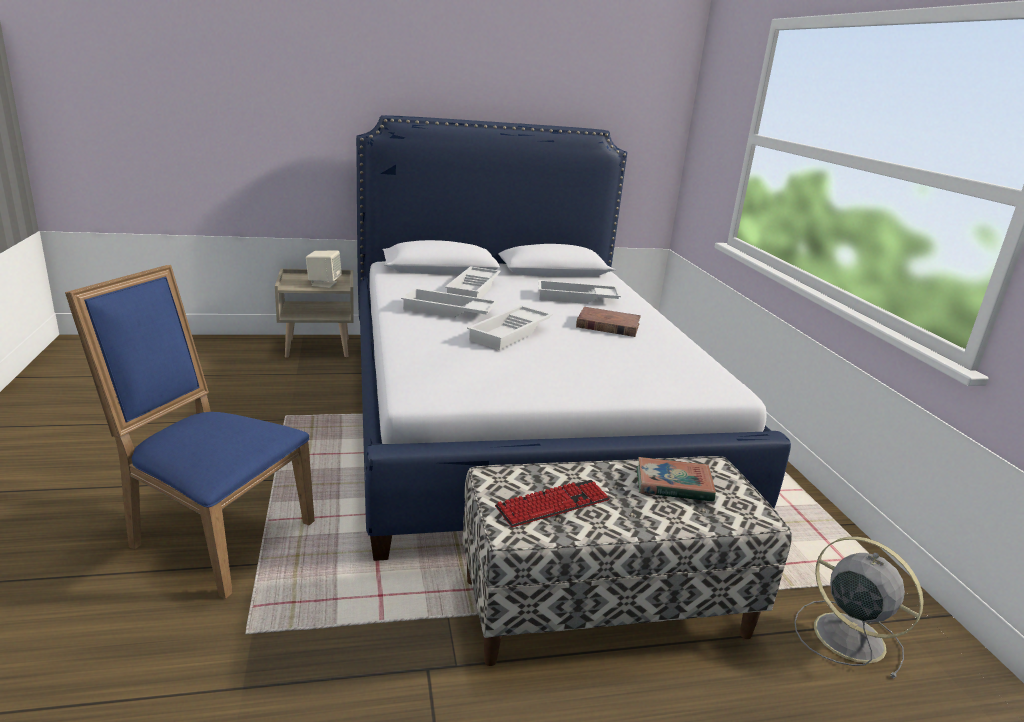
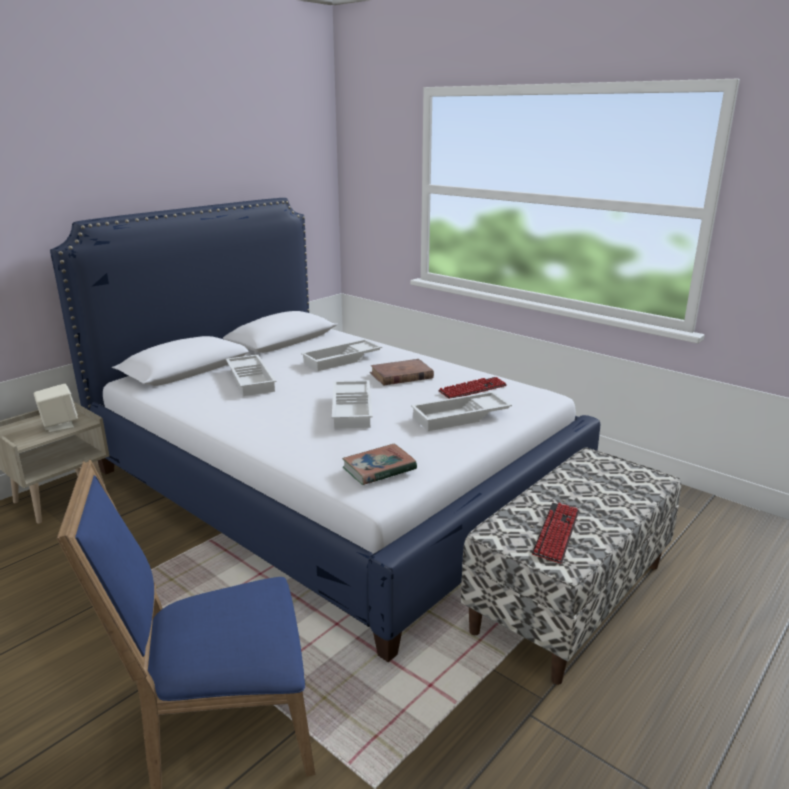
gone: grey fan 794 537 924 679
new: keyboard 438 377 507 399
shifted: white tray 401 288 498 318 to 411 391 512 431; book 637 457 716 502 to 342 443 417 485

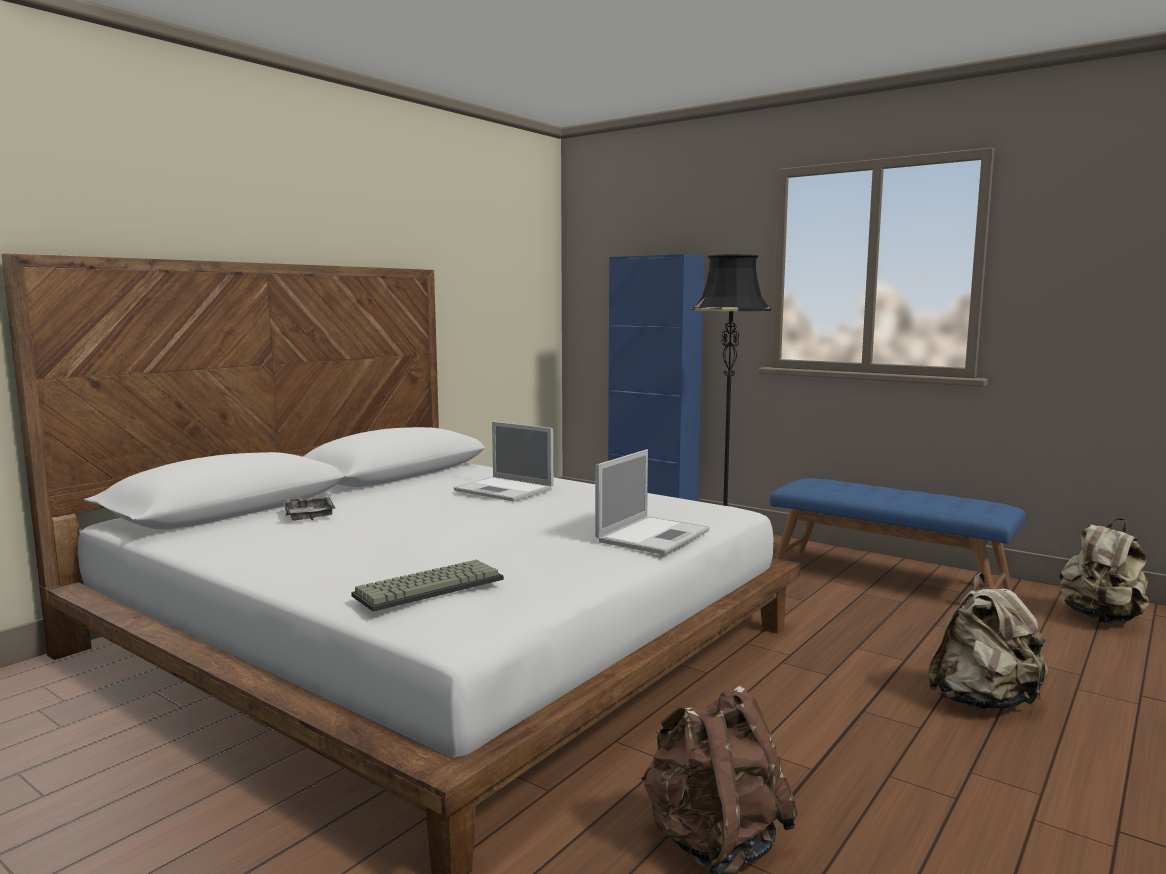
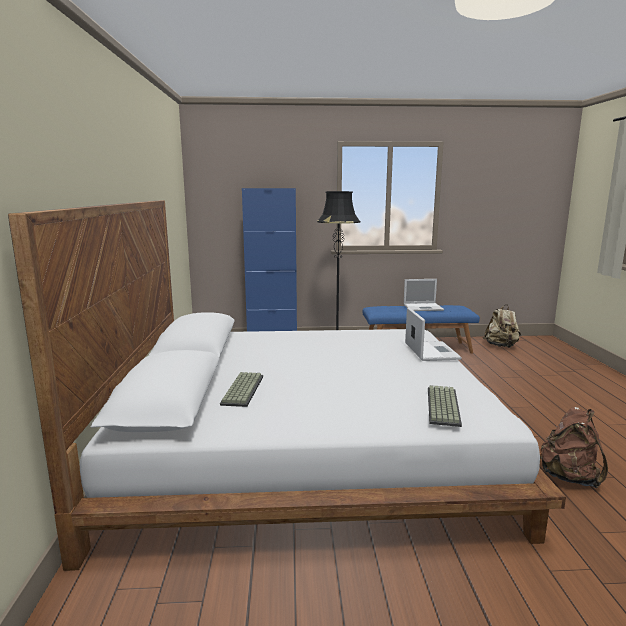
gone: beige backpack 927 573 1048 710
shifted: laptop 454 421 553 502 to 404 279 444 311
swapped: grey tray 283 497 336 521 to keyboard 220 372 263 407

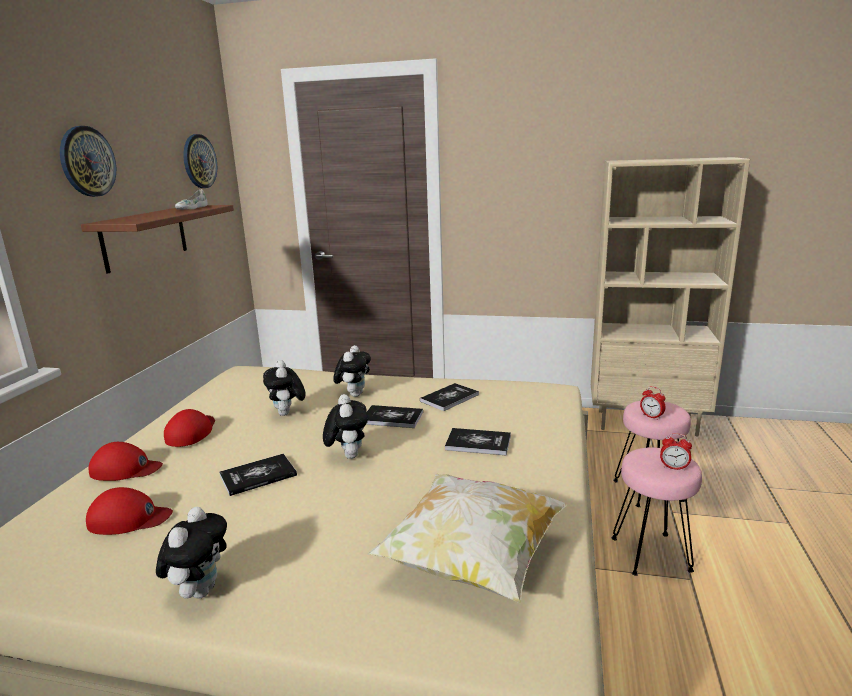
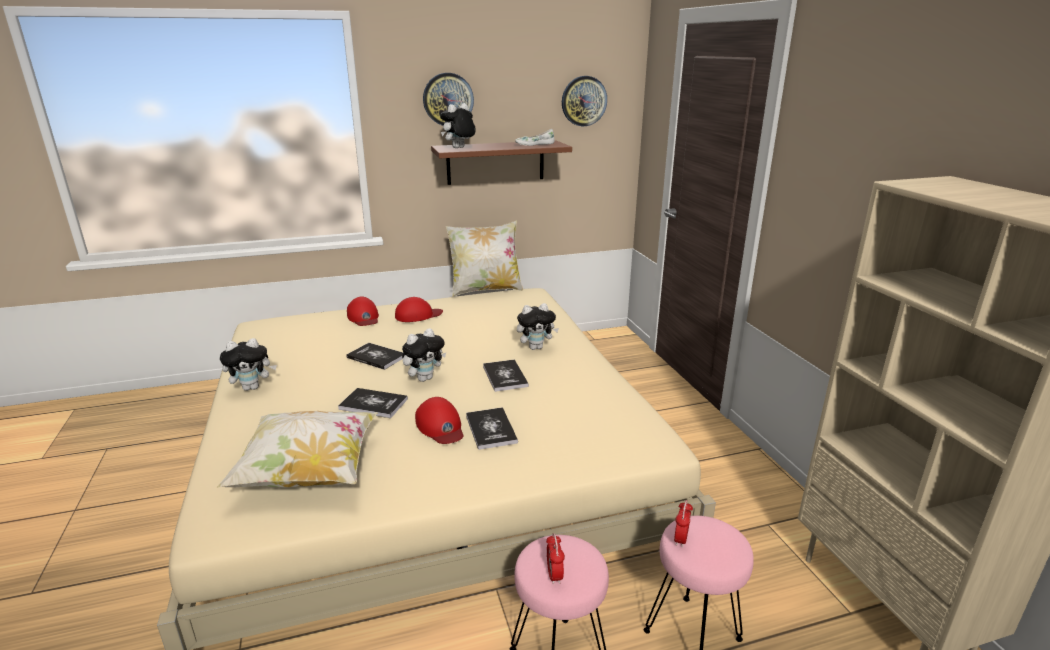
new: pillow 446 221 523 297
shifted: red cap 86 487 173 535 to 415 397 463 444; plush toy 263 360 306 416 to 440 103 476 148; book 420 383 479 411 to 338 388 408 418

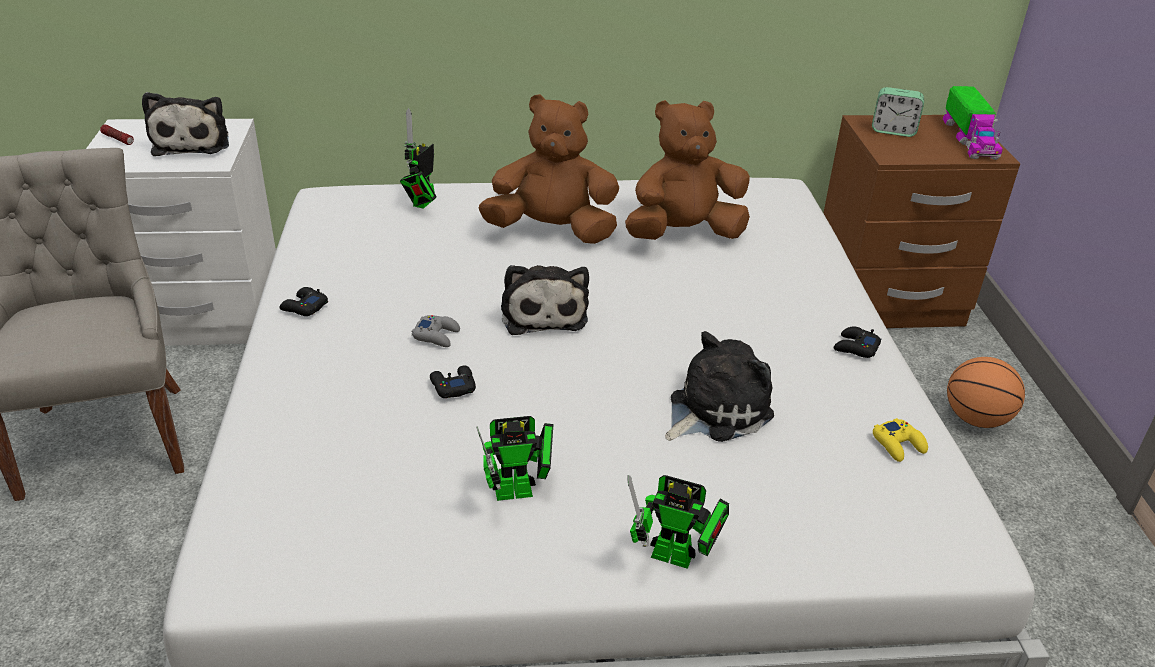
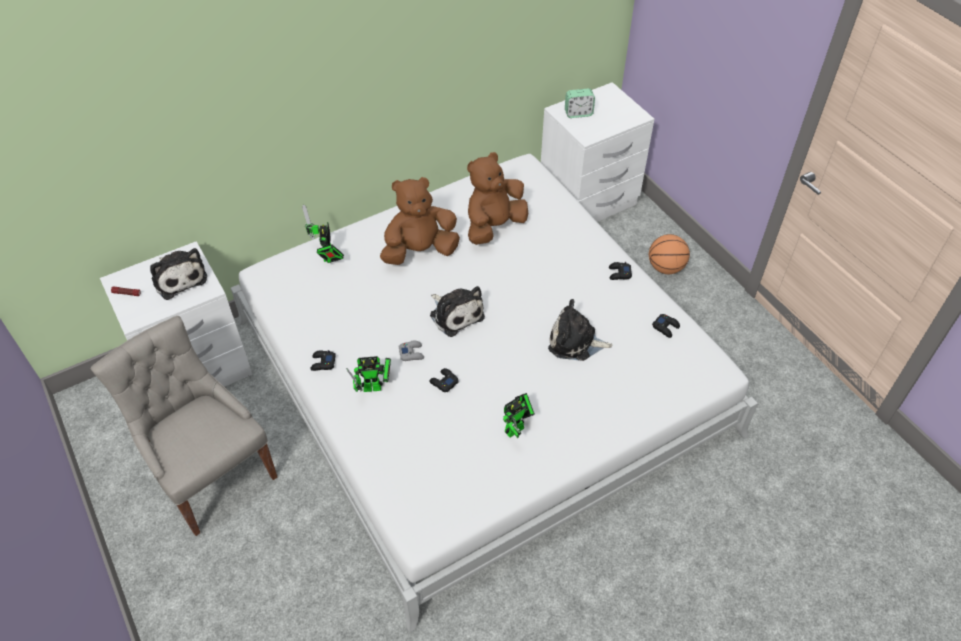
gone: toy truck 943 86 1003 160
shifted: toy robot 627 475 729 569 to 346 356 391 392
repainted: brown nightstand 823 115 1020 328 to white nightstand 541 82 654 222; yellow game controller 873 418 928 462 to black game controller 652 314 680 338
rotated: plush toy 665 331 774 442 = 548 299 613 361 105 degrees counterclockwise

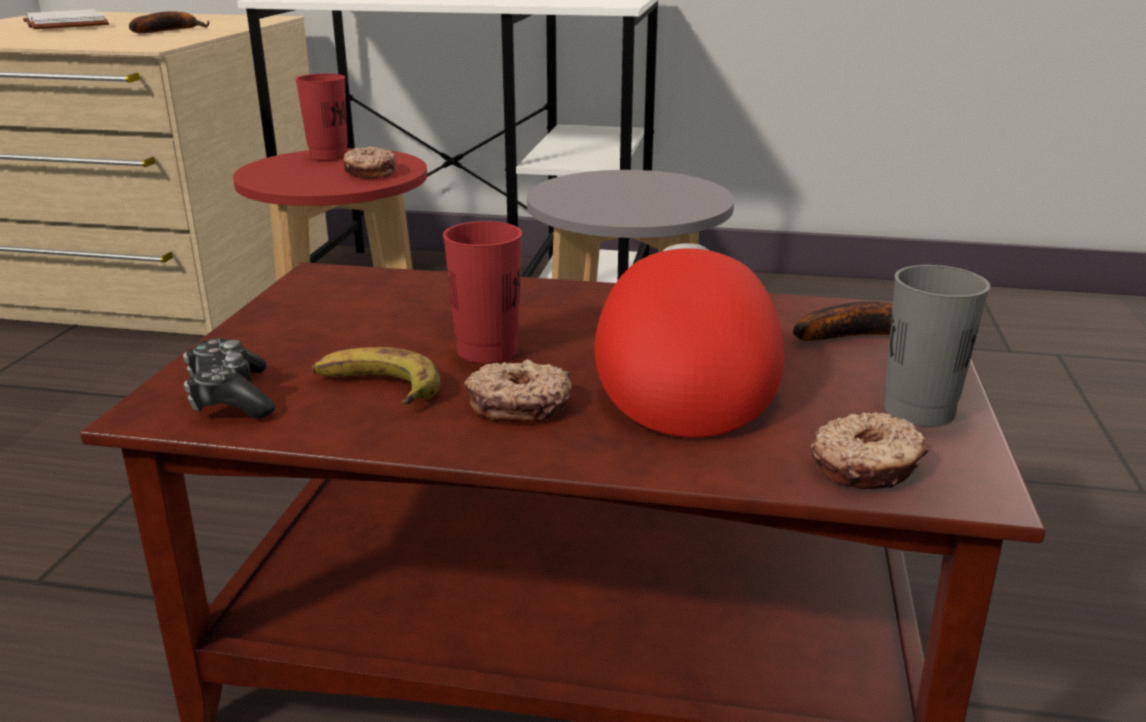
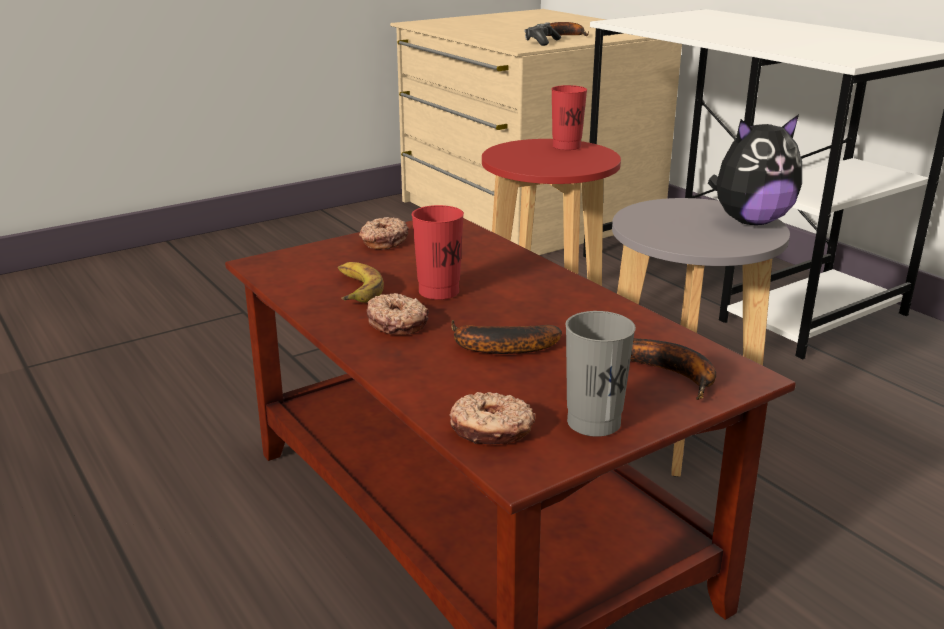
gone: white book 23 9 109 29
new: plush toy 708 114 802 225
shifted: game controller 183 338 275 419 to 525 22 561 46; donut 343 146 396 179 to 359 217 409 250
swapped: red cap 595 243 784 438 to banana 451 320 562 354

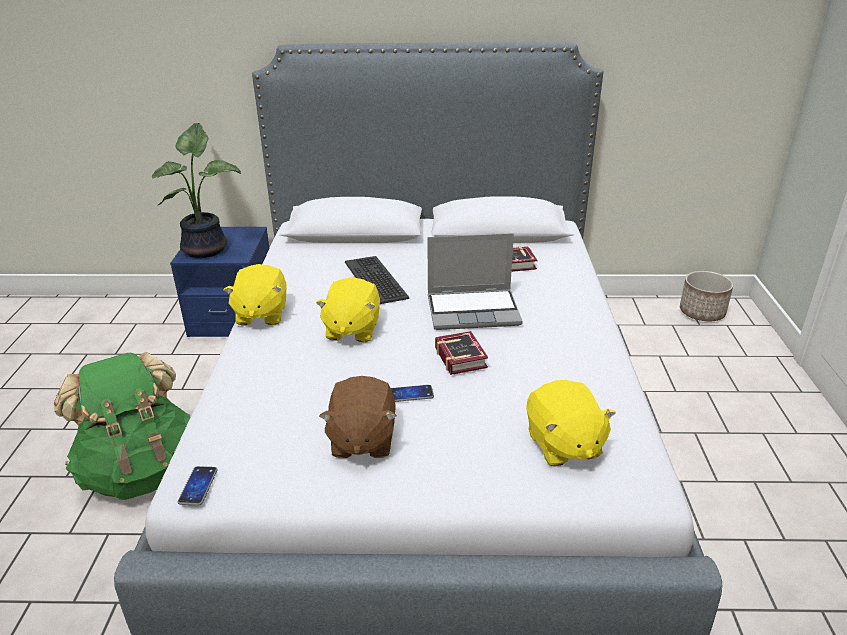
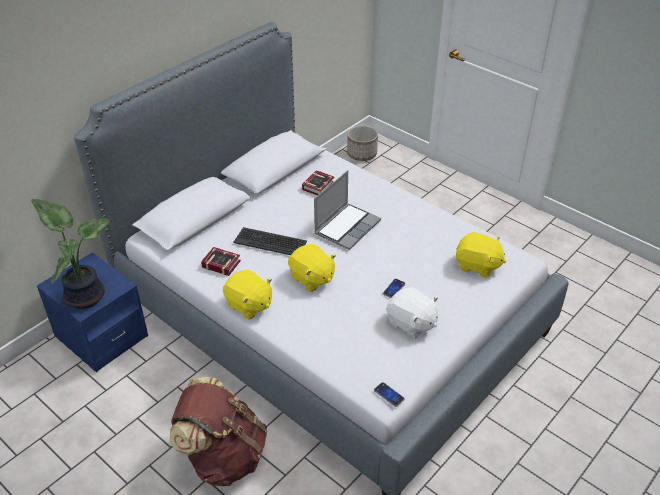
shifted: book 435 331 488 375 to 201 247 241 276
repainted: green backpack 53 352 190 500 to brown backpack 170 377 267 486; brown plush toy 319 376 396 458 to white plush toy 387 287 438 338

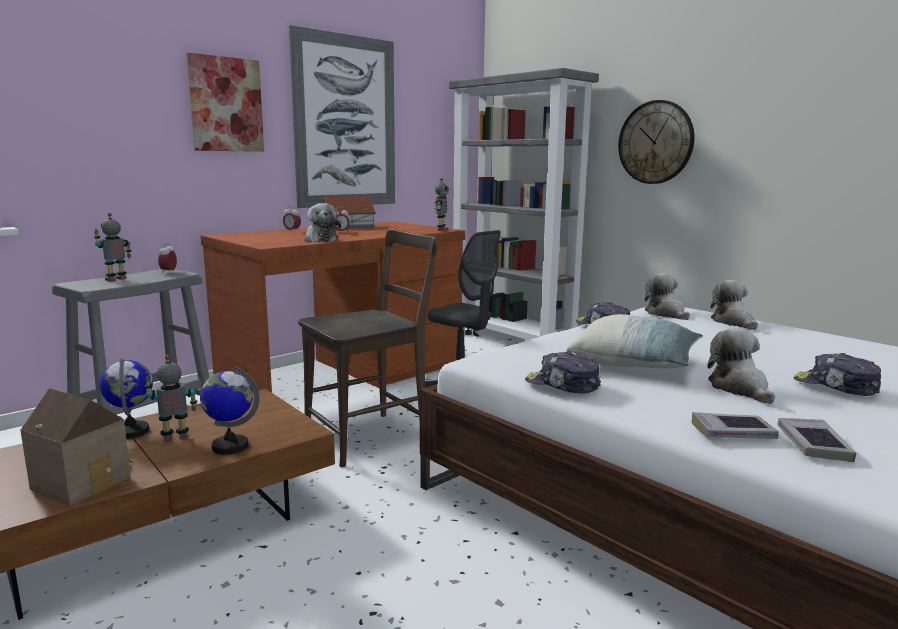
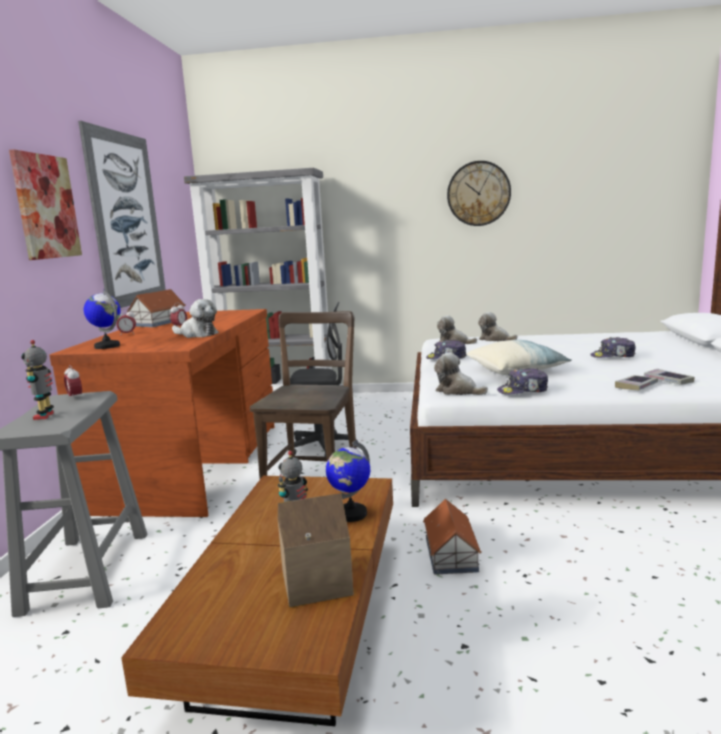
gone: toy robot 434 178 449 231
new: toy house 423 499 482 575
shifted: globe 100 358 153 439 to 84 289 120 349; wall clock 618 100 694 184 to 447 161 511 226; plush toy 707 328 775 404 to 434 353 488 395

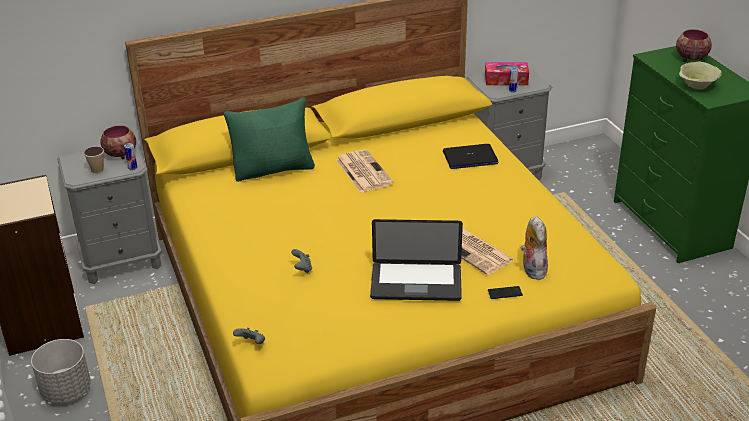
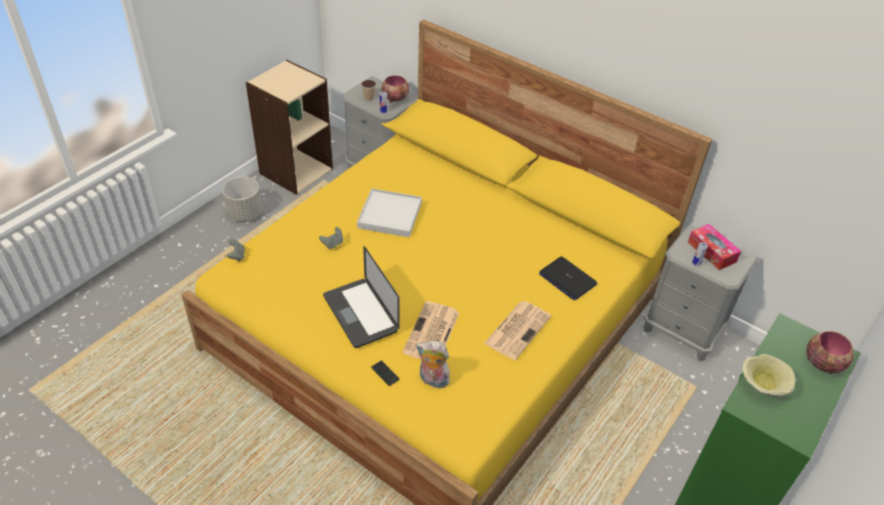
gone: green pillow 223 97 315 182
new: white tray 357 188 422 237
shifted: newspaper 336 149 394 193 to 484 301 551 360
rotated: plush toy 521 216 548 280 = 416 340 452 388 120 degrees counterclockwise

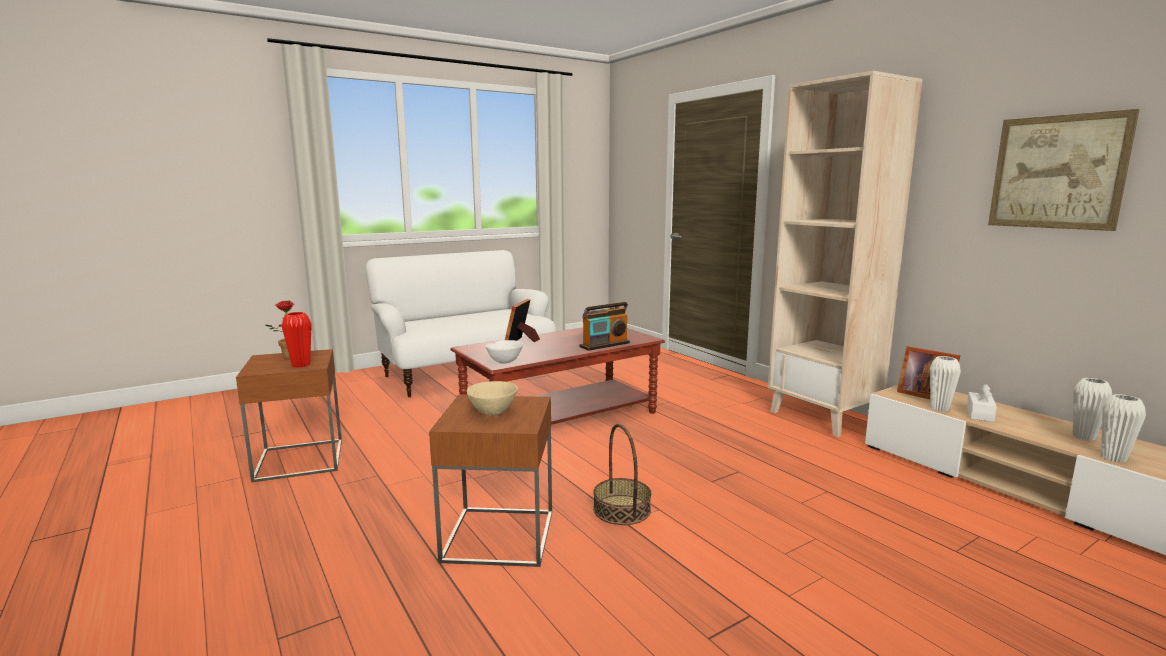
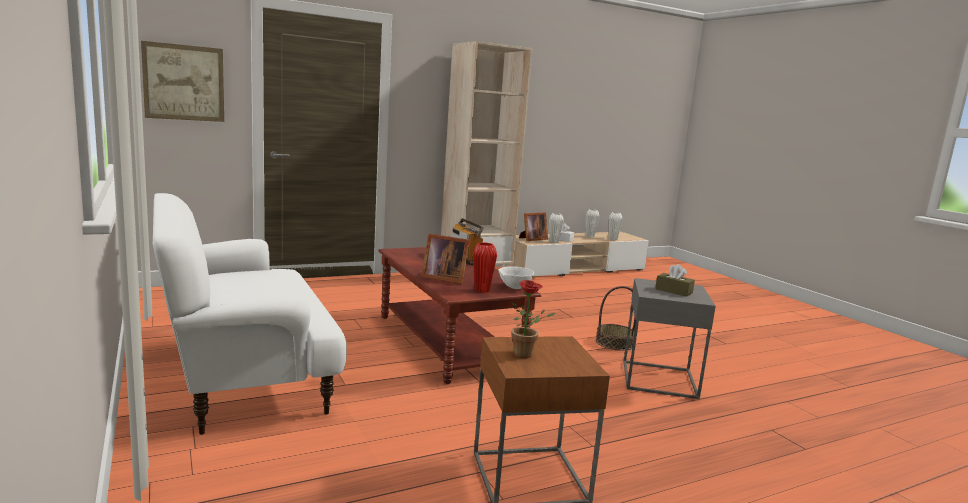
shifted: red vase 282 312 312 368 to 473 242 497 293; picture 988 109 1140 231 to 141 41 224 122
swapped: beige bowl 467 381 518 416 to brown tissue box 655 264 695 297
repainted: brown side table 429 395 552 567 to grey side table 624 278 716 399

